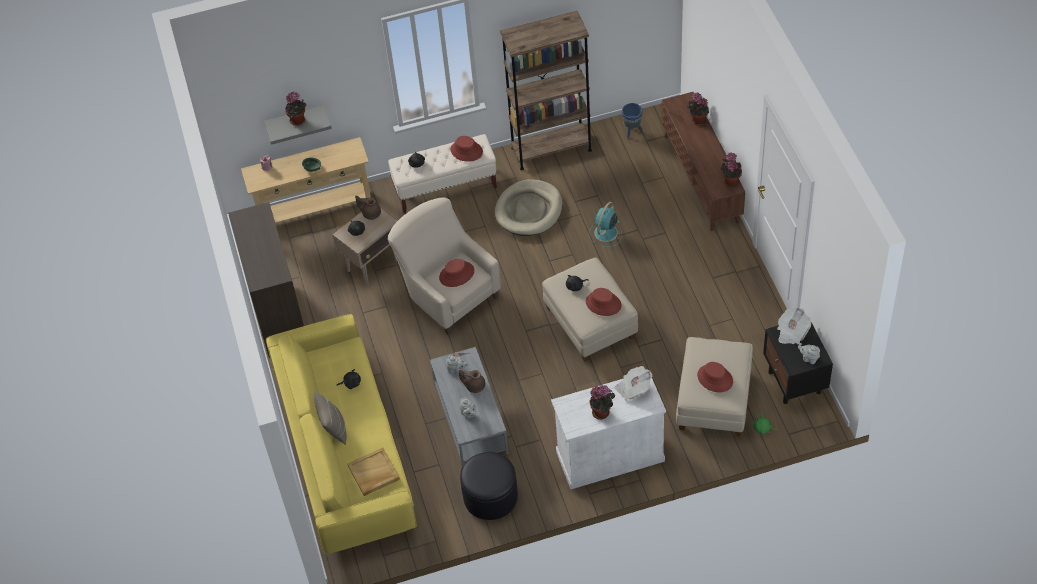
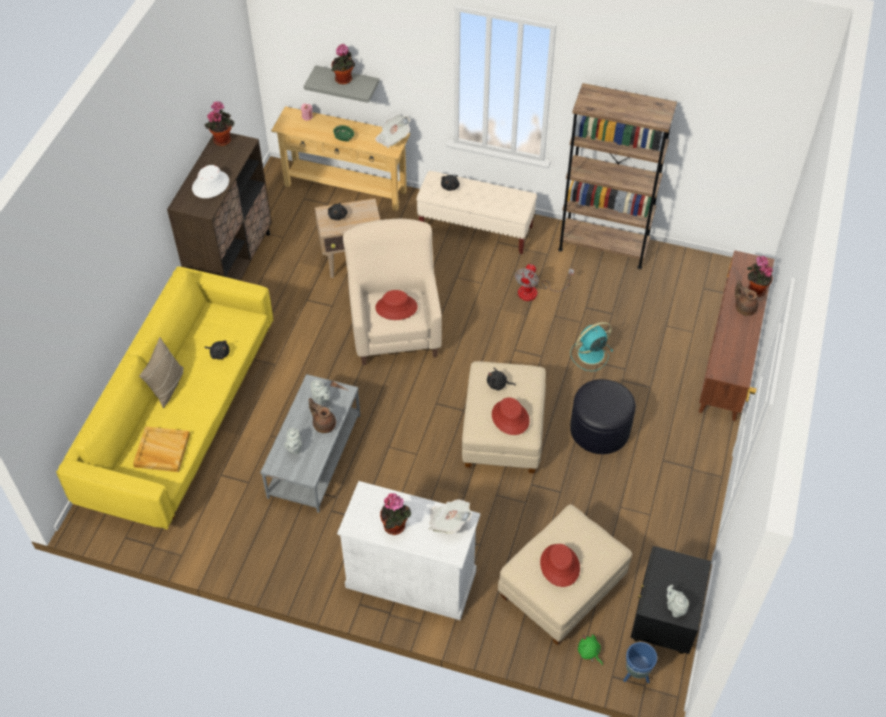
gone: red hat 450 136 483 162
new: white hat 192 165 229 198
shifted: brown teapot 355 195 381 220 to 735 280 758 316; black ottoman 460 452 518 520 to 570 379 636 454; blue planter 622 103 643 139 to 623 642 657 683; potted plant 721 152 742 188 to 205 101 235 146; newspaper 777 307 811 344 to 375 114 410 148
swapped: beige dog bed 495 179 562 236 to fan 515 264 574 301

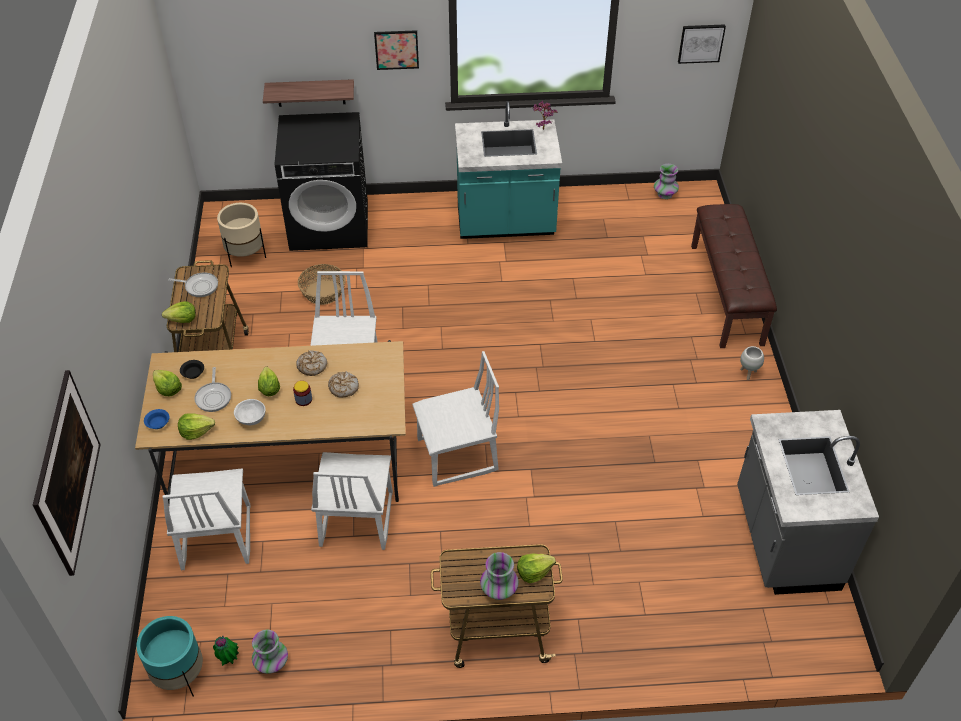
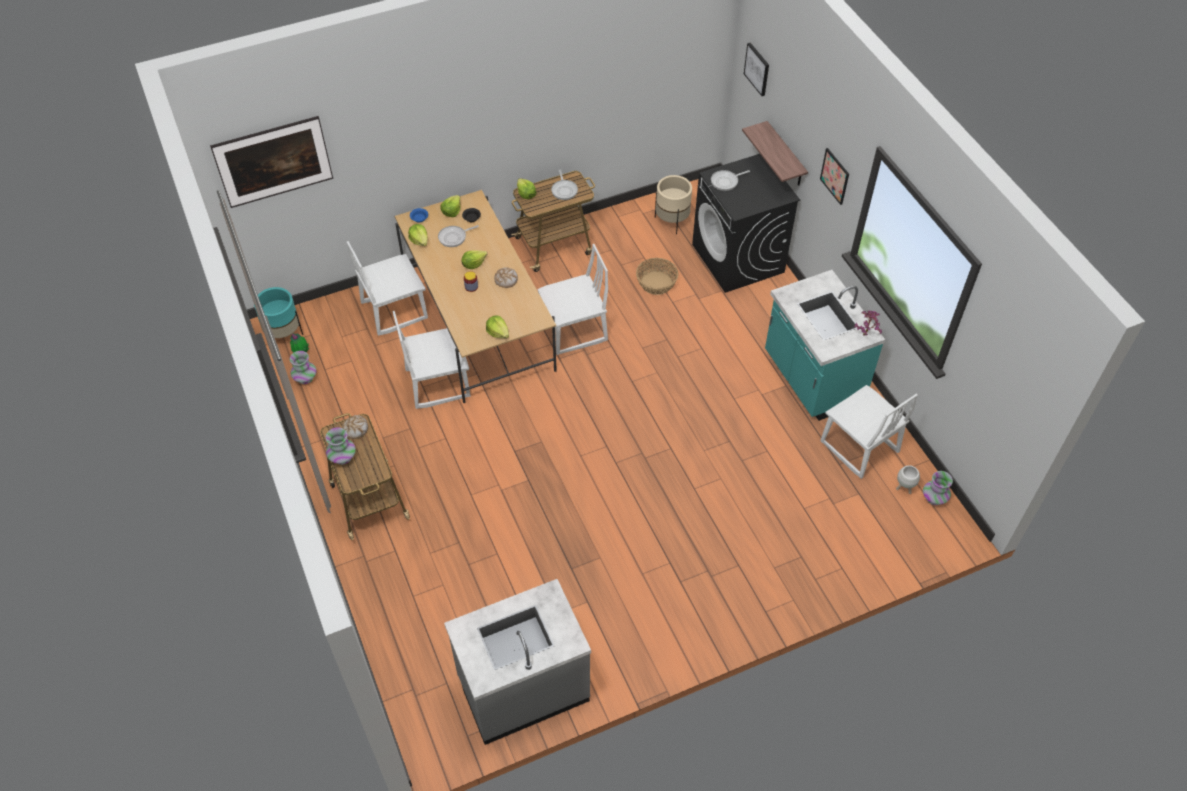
gone: white bowl 234 399 266 425; brown bench 691 204 777 348
new: frying pan 711 170 750 191
shifted: bread 328 371 359 397 to 342 415 368 439; white chair 412 351 499 487 to 821 385 918 479; lettuce 517 553 556 583 to 486 316 509 339; picture 678 24 726 64 to 744 43 769 96; white planter 740 346 764 380 to 896 465 920 494

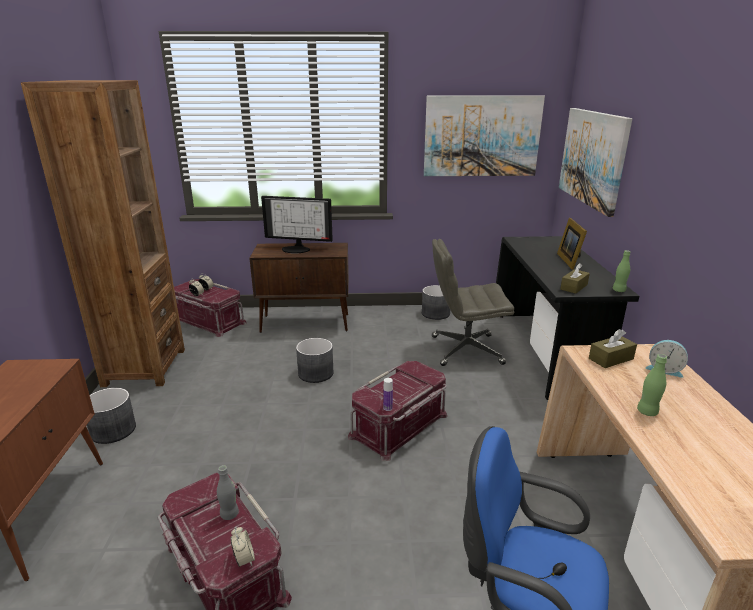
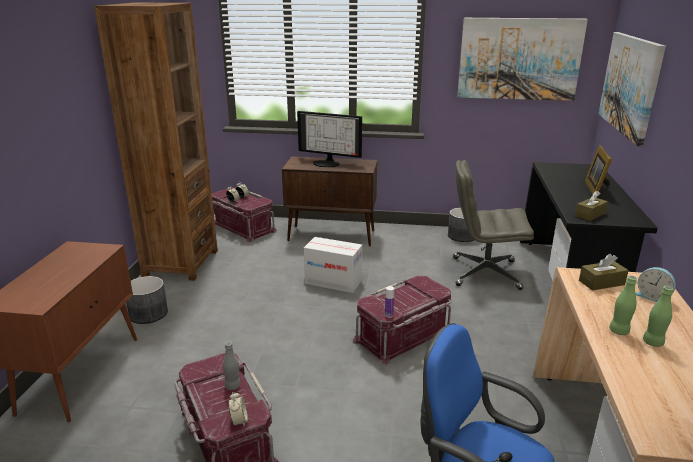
shifted: green bottle 613 250 631 292 to 643 286 674 347
swapped: grey planter 296 338 334 383 to cardboard box 304 237 362 293

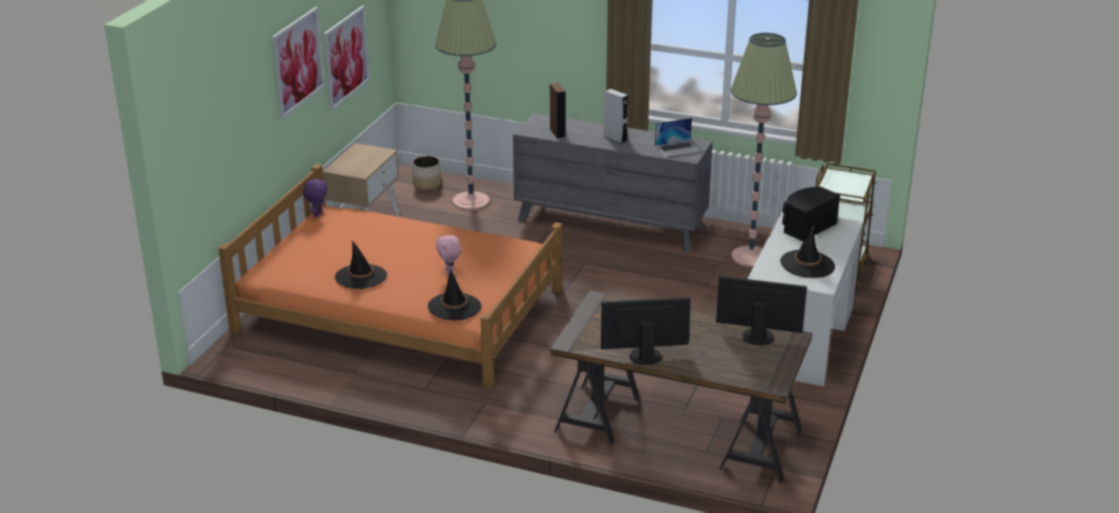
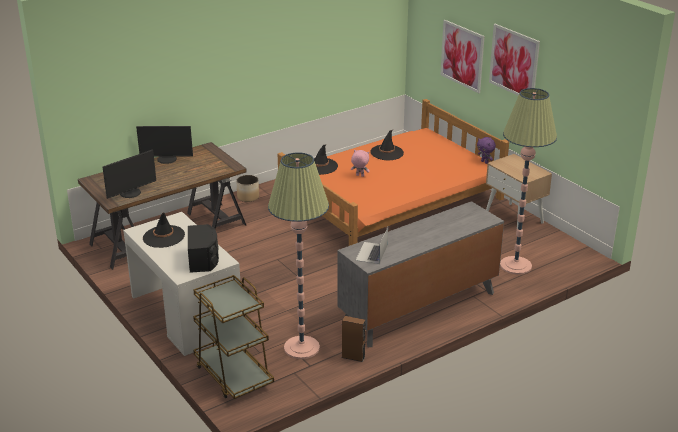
gone: grey speaker 604 89 628 144
shifted: picture 324 5 370 111 to 441 20 485 93; planter 412 156 441 190 to 236 175 259 202; brown speaker 550 83 566 138 to 342 316 365 362
rotated: monitor 601 297 691 365 = 136 126 193 164 60 degrees clockwise

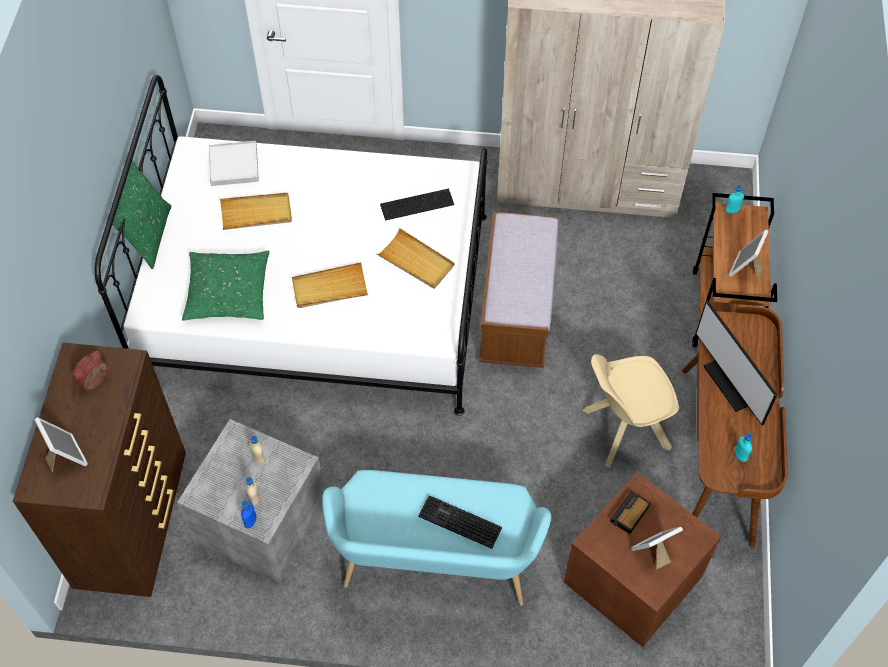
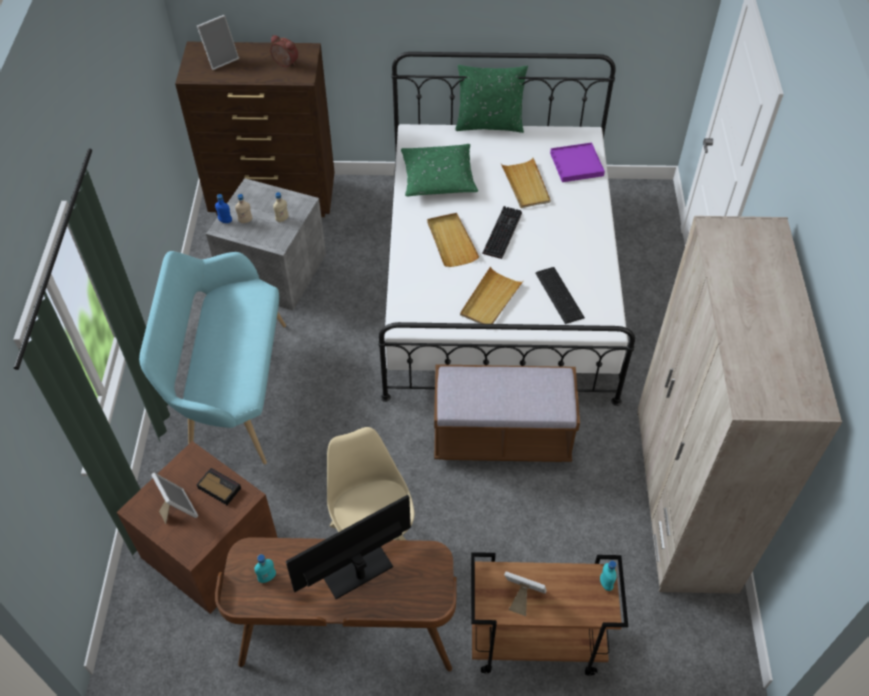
shifted: keyboard 418 496 502 549 to 483 206 522 259
repainted: white tray 209 141 259 186 to purple tray 550 143 605 182

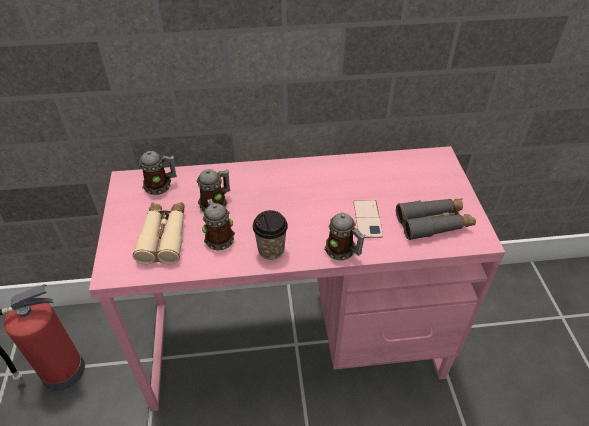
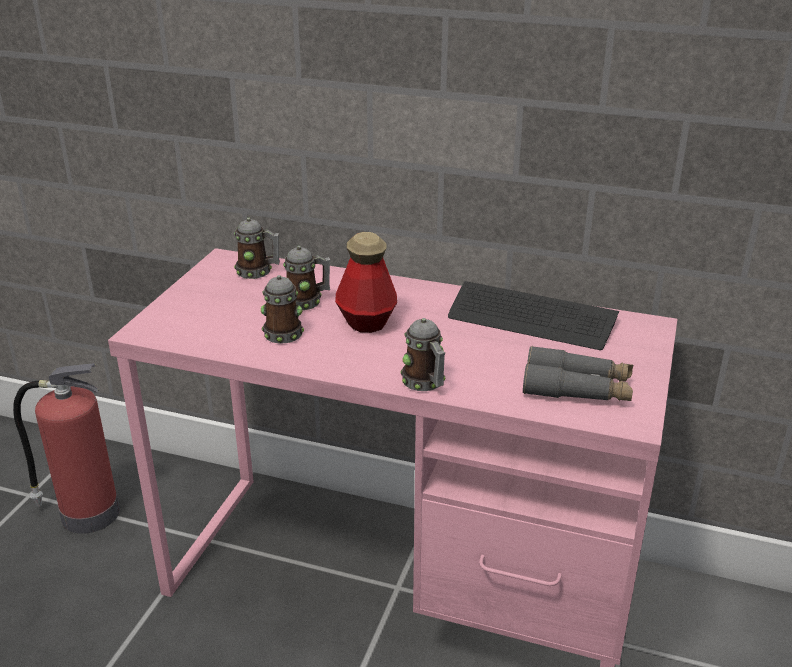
gone: beige binoculars 133 202 185 264; cup 253 210 288 260; phone 354 200 383 238
new: bottle 335 232 397 333; keyboard 448 281 619 350

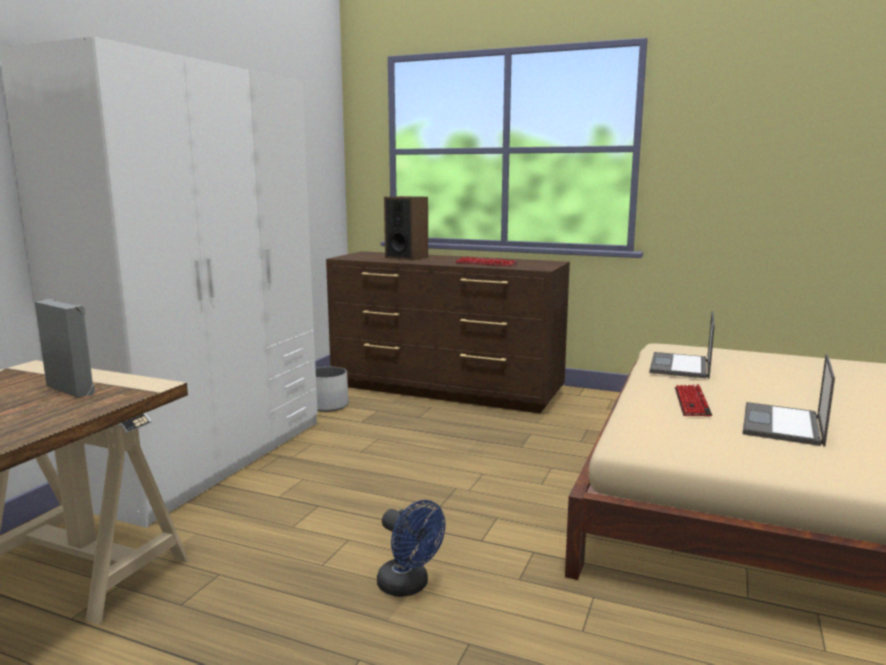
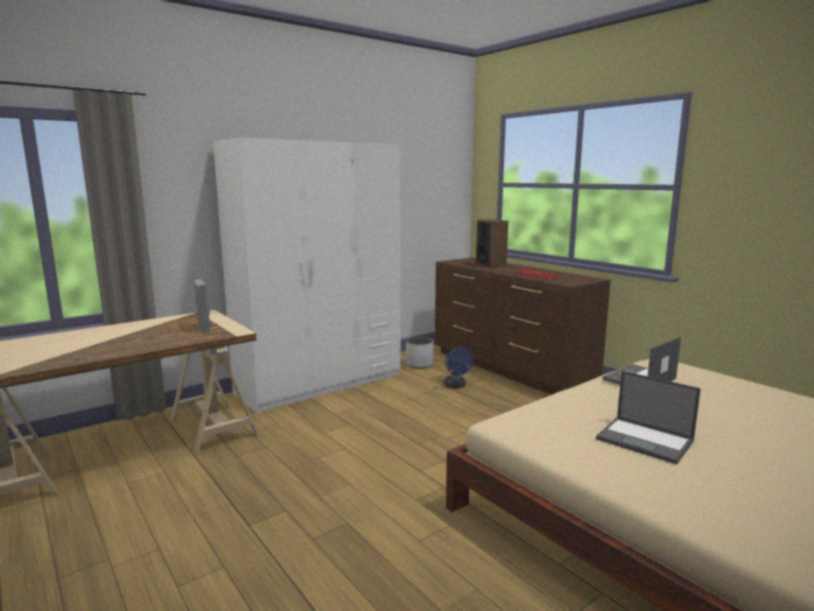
gone: keyboard 675 384 712 416
shifted: blue fan 377 500 445 597 to 444 347 473 388
rotated: laptop 743 354 835 446 = 596 371 701 464 105 degrees counterclockwise

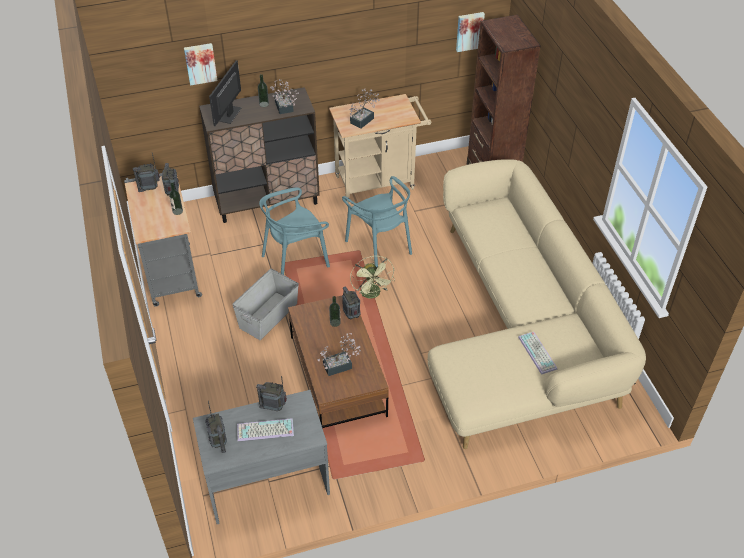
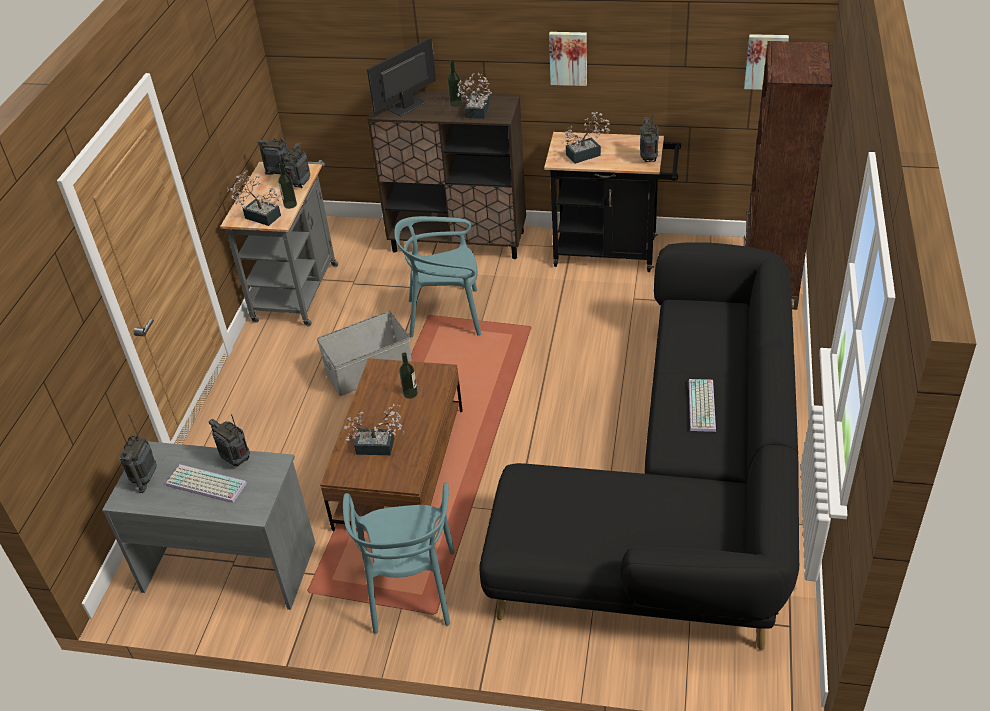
gone: green fan 350 256 395 299
new: potted plant 227 171 283 226
shifted: picture 184 43 218 86 to 549 32 587 86; turquoise chair 342 176 412 267 to 343 482 455 634; radio 342 287 360 319 to 640 114 659 162; keyboard 518 332 557 375 to 689 379 716 432
repainted: beige cart 329 94 431 203 to black cart 544 132 681 272; beige sofa 428 160 646 449 to black sofa 480 242 799 650

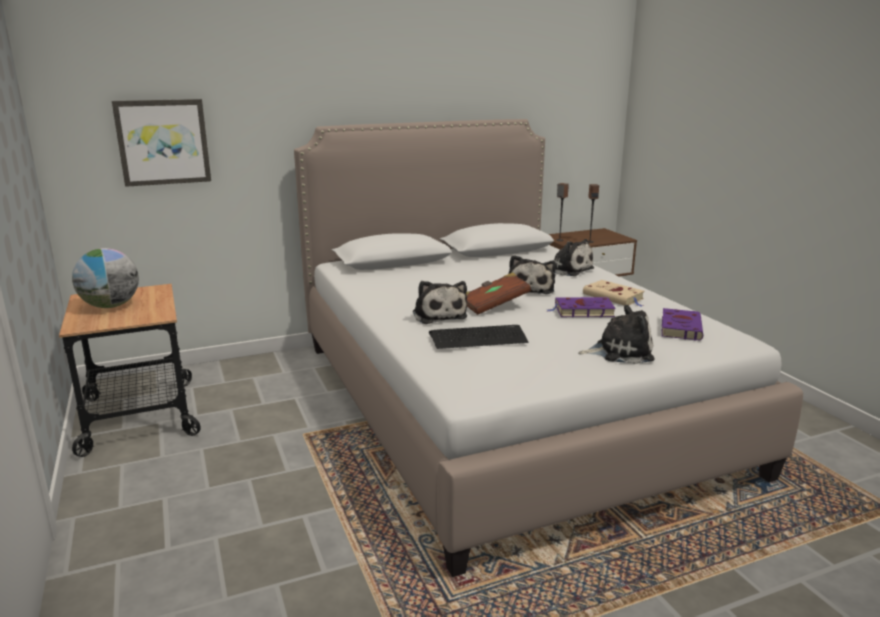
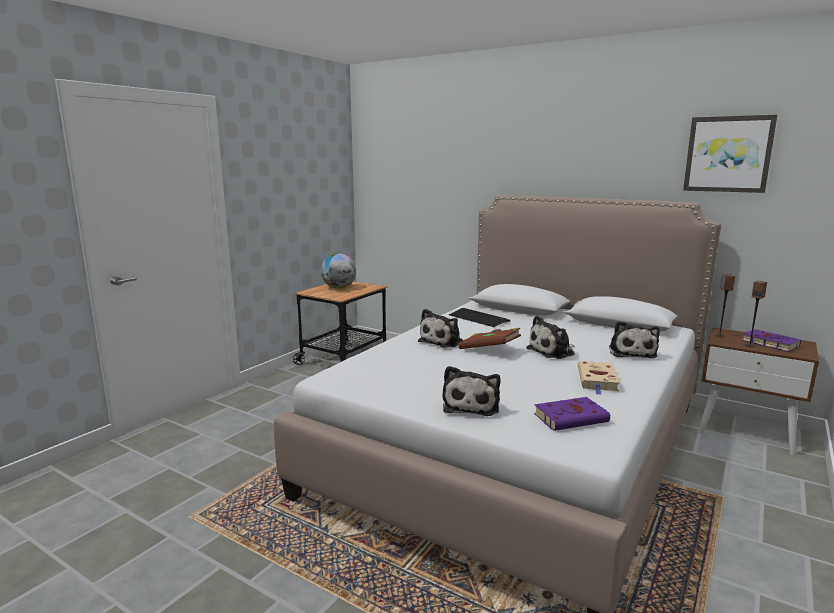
shifted: picture 112 99 211 187 to 683 115 777 193; keyboard 429 325 528 349 to 449 308 510 327; purple book 548 297 616 317 to 741 329 801 352
rotated: plush toy 579 305 654 364 = 442 366 500 416 45 degrees clockwise

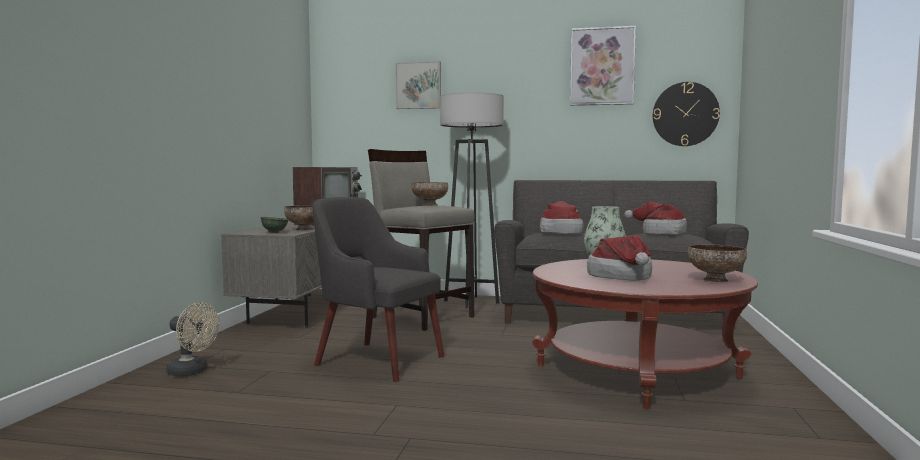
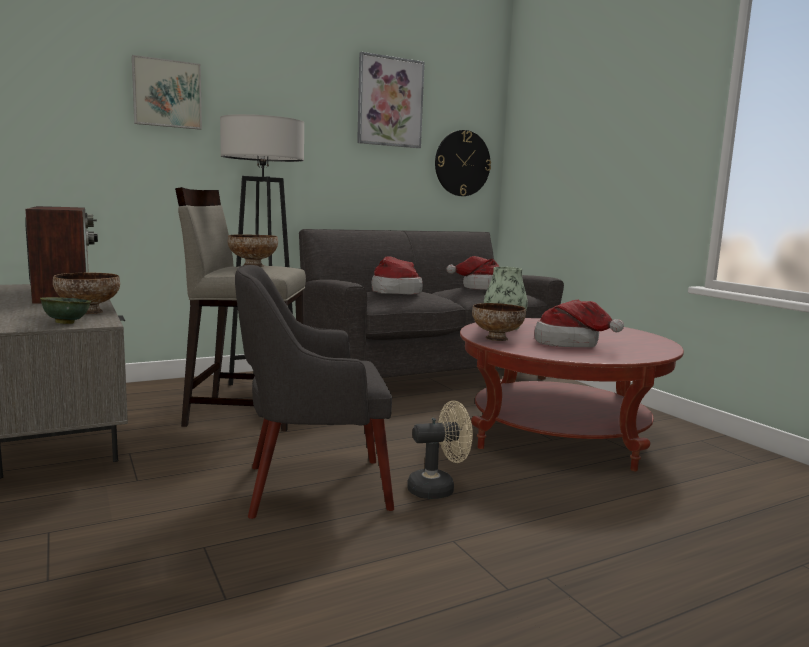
shifted: beige fan 166 302 219 376 to 407 401 473 499; bowl 688 244 747 282 to 472 303 526 341

